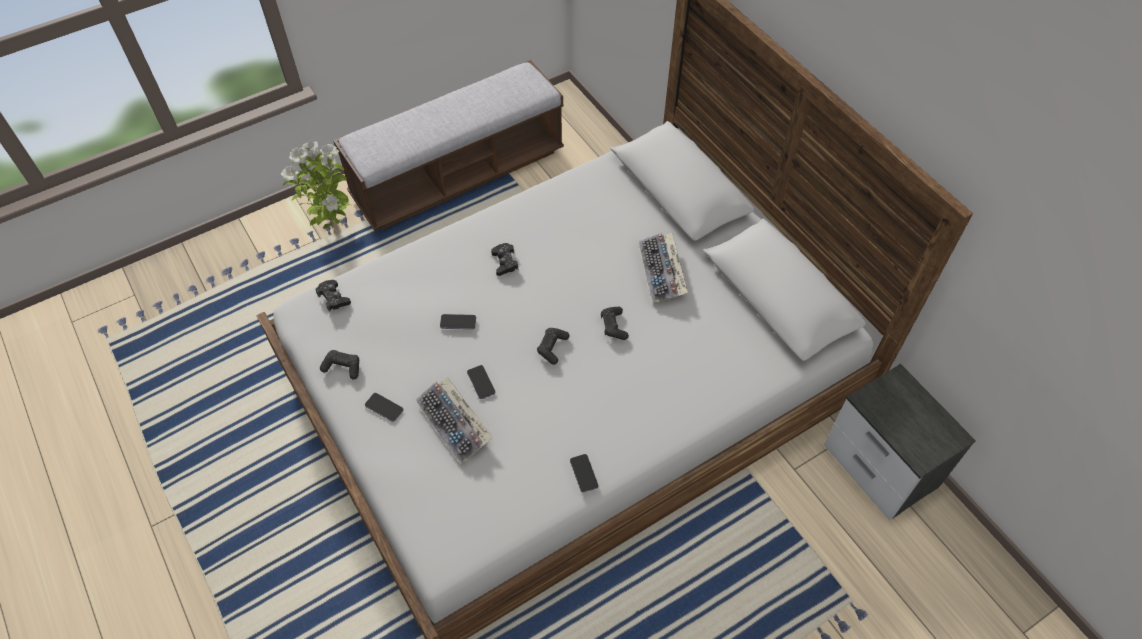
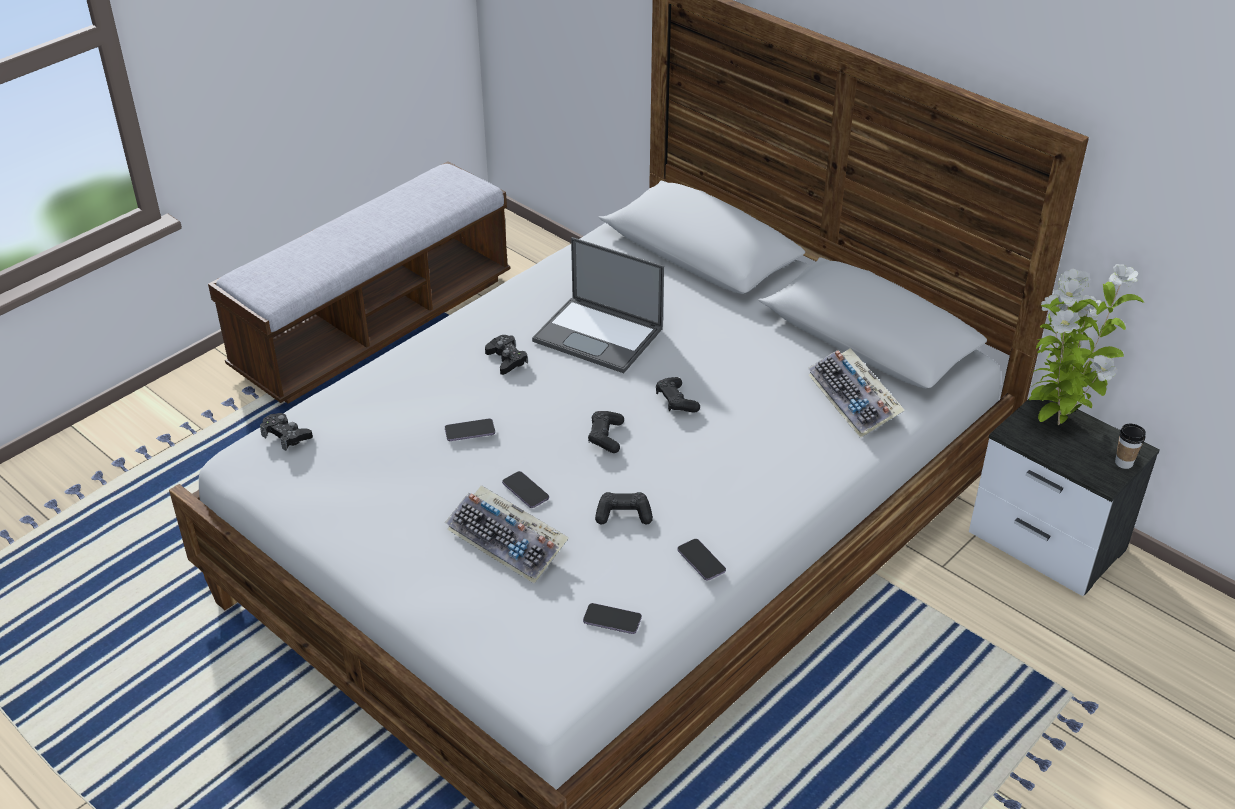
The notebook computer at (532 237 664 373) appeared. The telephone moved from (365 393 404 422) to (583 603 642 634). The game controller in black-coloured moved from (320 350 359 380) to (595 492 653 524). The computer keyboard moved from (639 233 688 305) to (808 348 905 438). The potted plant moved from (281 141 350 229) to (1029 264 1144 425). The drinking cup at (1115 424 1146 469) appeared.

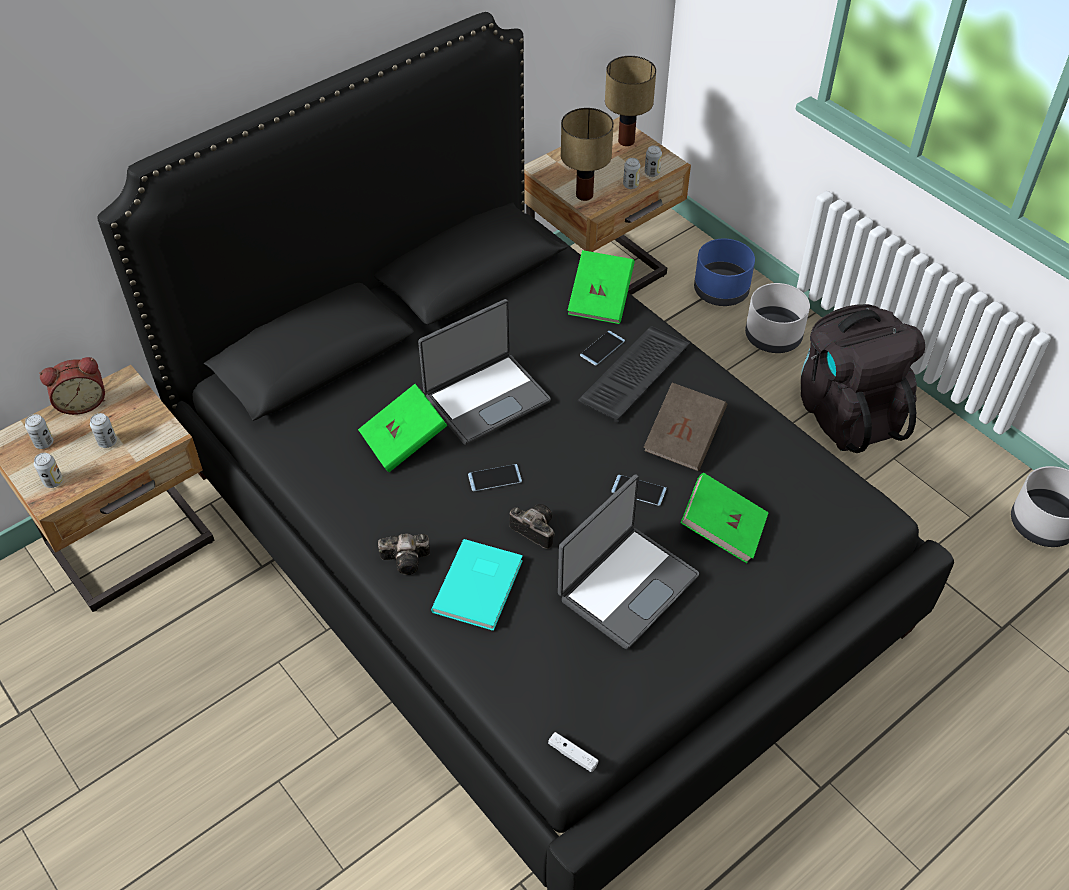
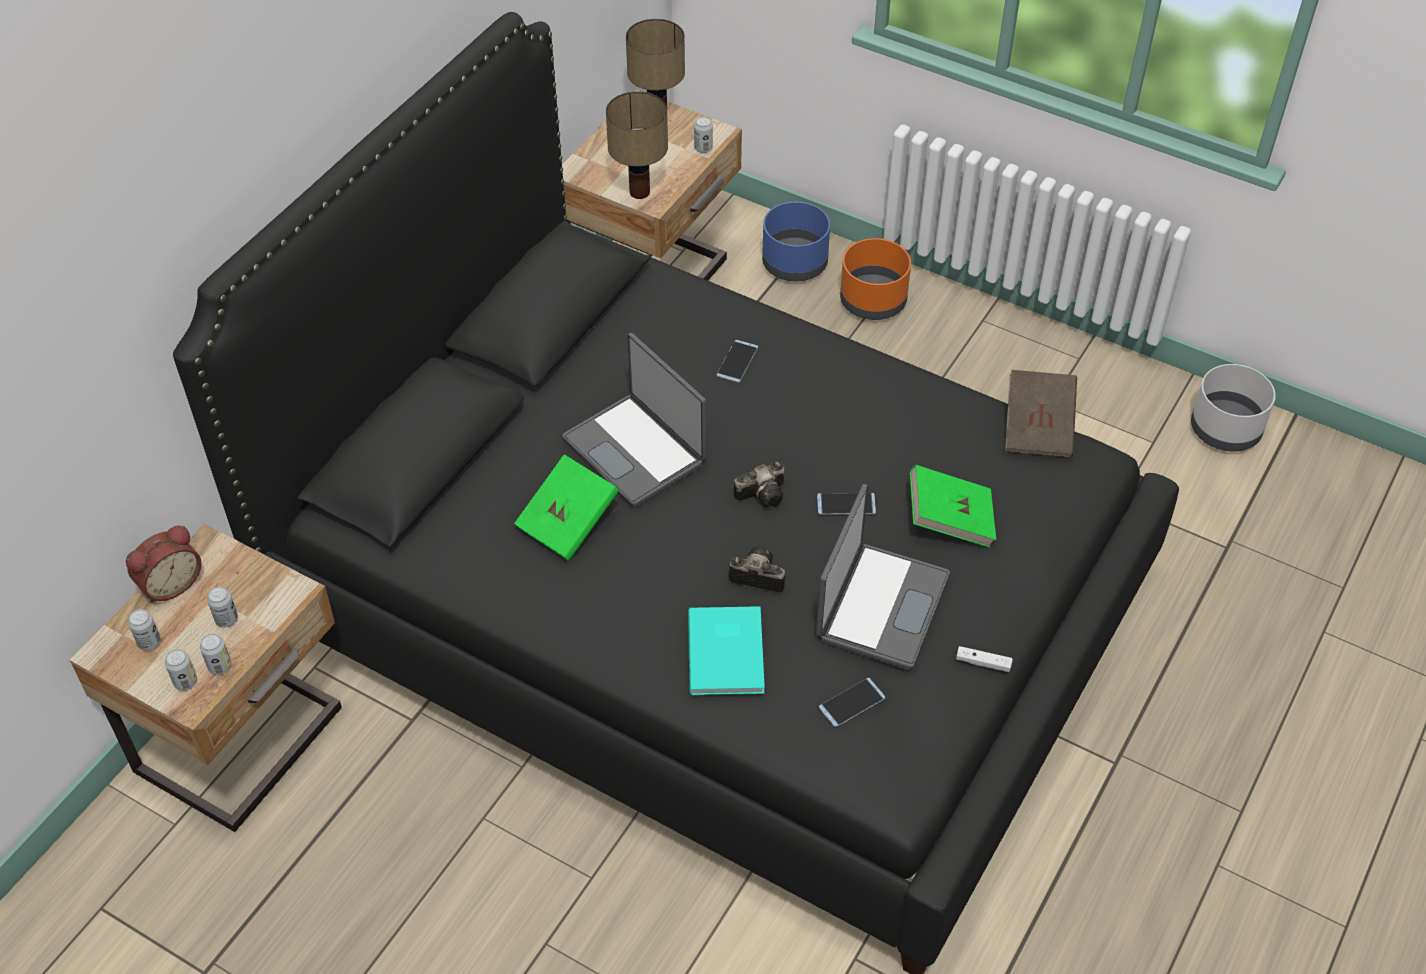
The metal can moved from (623 158 640 189) to (200 634 232 675). The notebook computer at (418 299 551 445) turned 105 degrees clockwise. The still camera moved from (378 533 430 575) to (734 461 785 508). The telephone moved from (468 464 522 491) to (819 678 885 727). The plant pot in grey at (745 283 810 353) became the plant pot in orange-coloured at (840 238 911 320). The game controller in white-coloured moved from (548 732 599 772) to (956 646 1013 672). The volume in brownish moved from (643 383 727 471) to (1005 370 1077 457). The volume in greenish at (567 250 635 324) disappeared. The computer keyboard at (578 326 690 423) disappeared. The backpack in black-coloured at (801 304 925 453) disappeared.

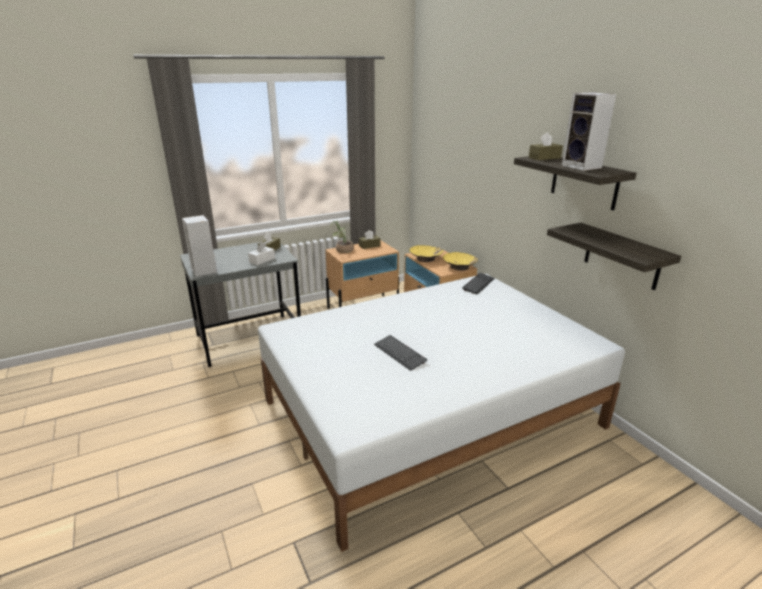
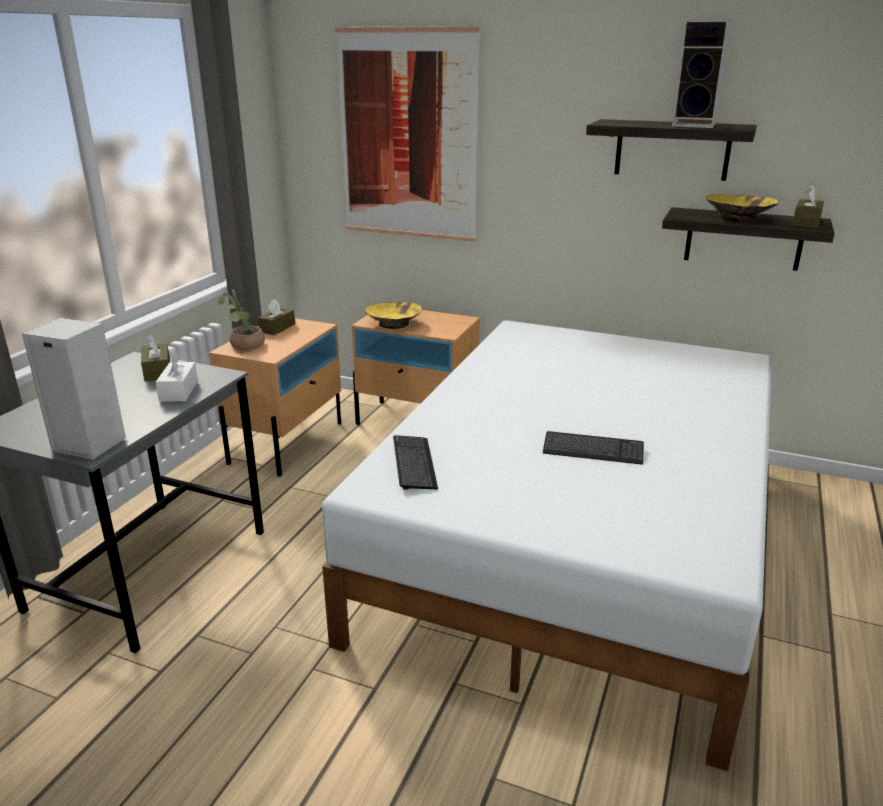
The wall picture at (335 26 479 242) appeared. The computer keyboard moved from (462 273 495 295) to (393 435 438 490). The bowl in yellow-coloured moved from (443 252 478 270) to (706 195 779 222). The tissue box in brownish moved from (529 132 563 160) to (793 185 824 228).

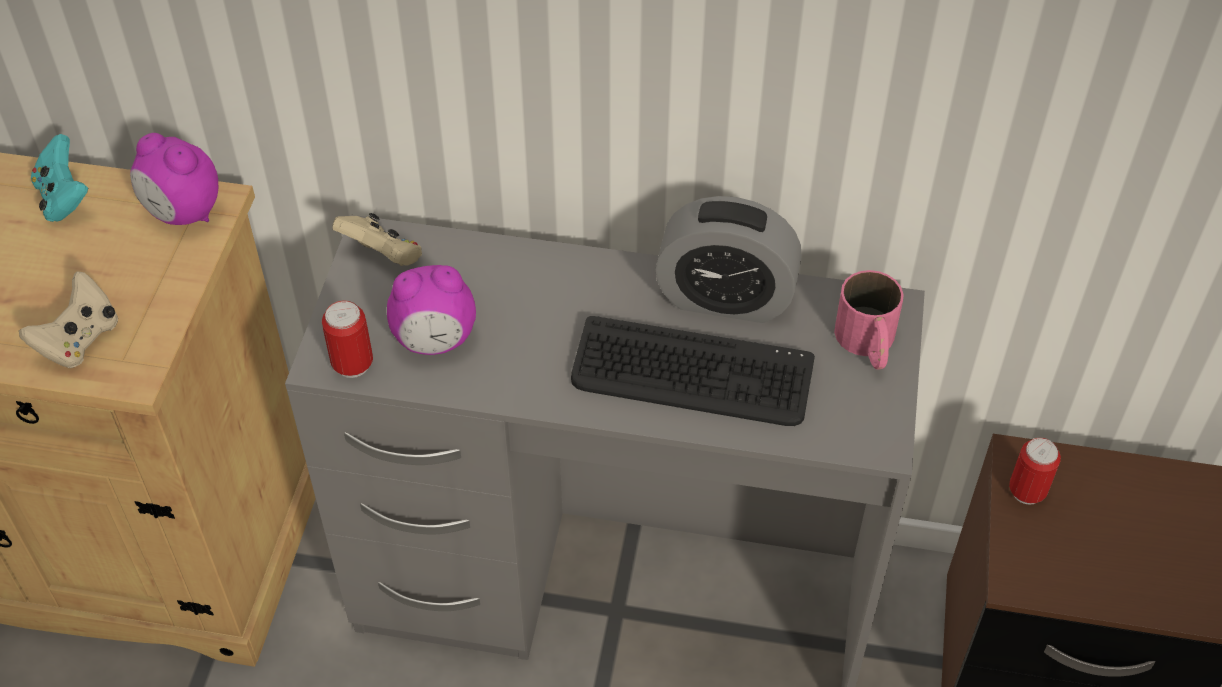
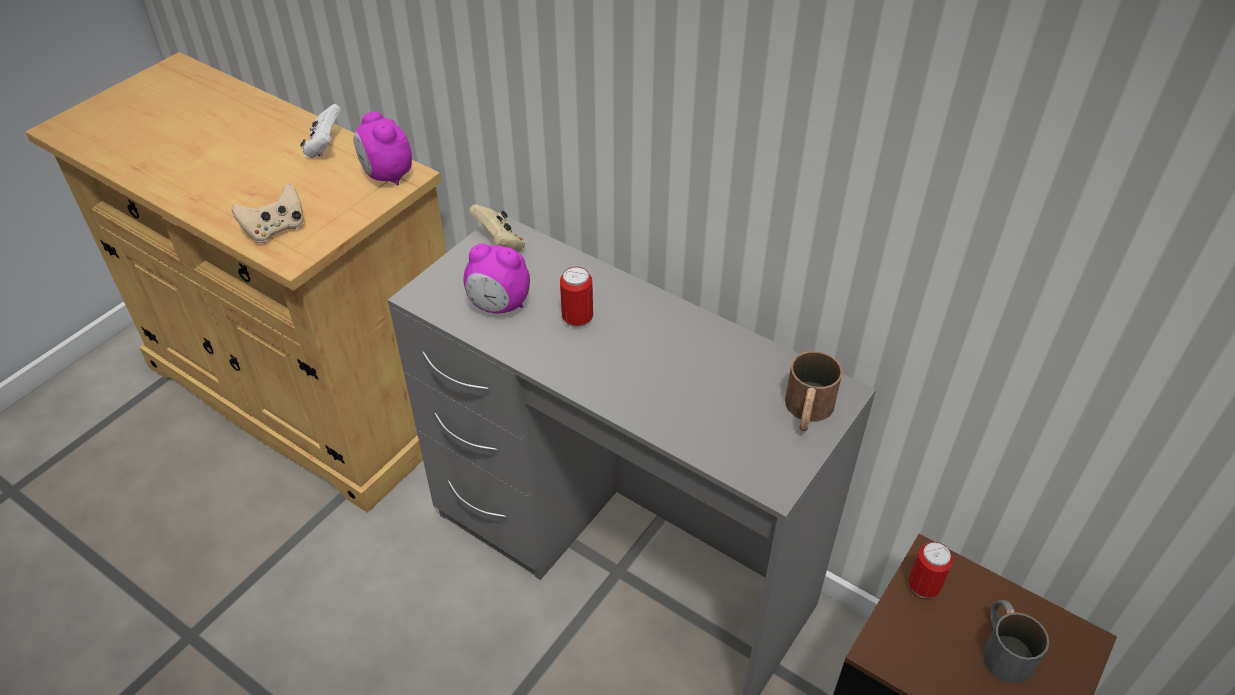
The game controller in blue-green at (31 134 88 222) became the game controller in white-coloured at (300 104 341 158). The metal can moved from (322 300 373 378) to (560 267 593 328). The coffee mug in pinkish at (834 270 904 370) became the coffee mug in brownish at (785 351 843 431). The coffee mug in grey at (983 600 1049 684) appeared. The computer keyboard at (571 316 815 426) disappeared. The alarm clock at (655 196 802 323) disappeared.

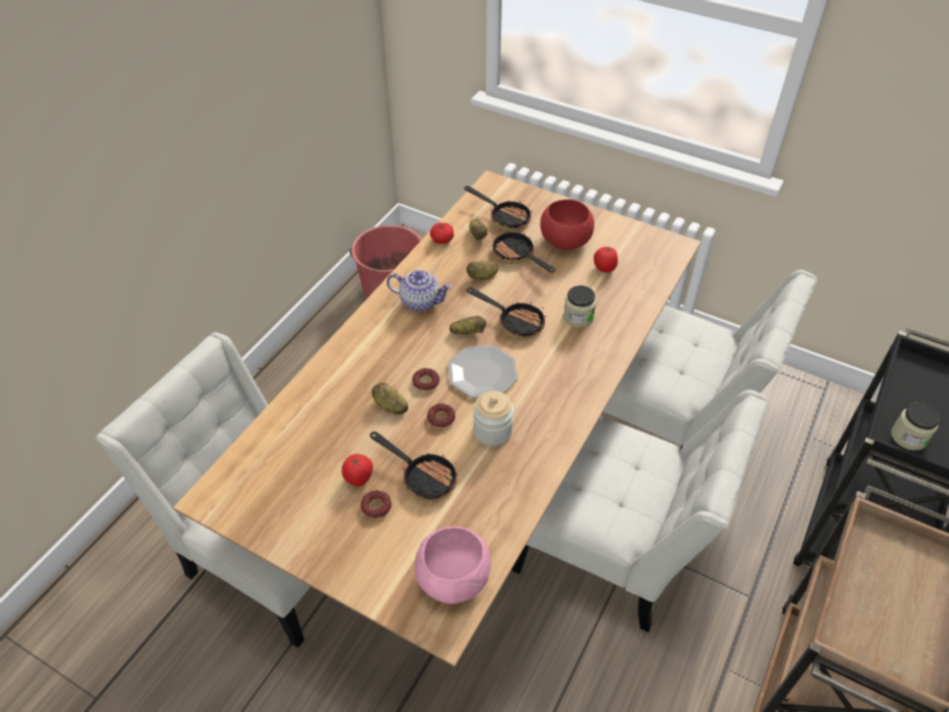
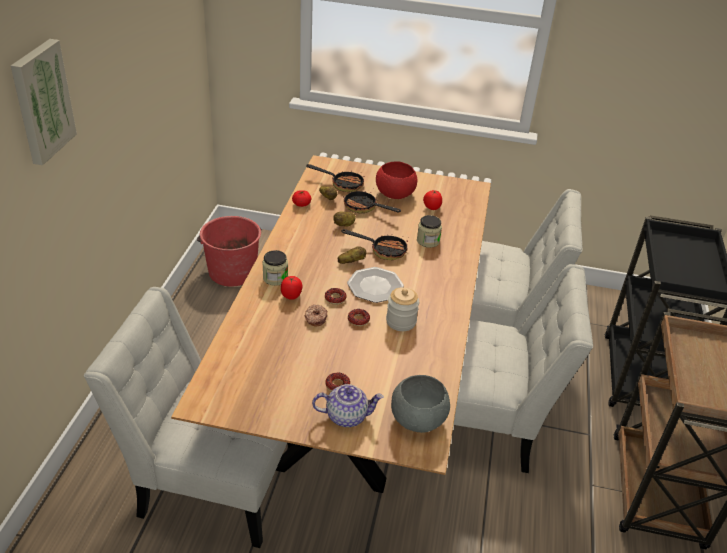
The wall picture at (11 39 77 165) appeared. The preserve jar moved from (891 402 940 451) to (263 250 288 286). The tomato moved from (342 454 373 486) to (281 276 303 300). The whole potato at (372 383 408 414) was replaced by the ring doughnut at (305 305 328 326). The pot for tea moved from (387 270 452 311) to (312 384 383 427). The bowl in pinkish at (415 526 491 604) became the bowl in grey at (391 375 450 433). The frying pan at (370 432 458 502) disappeared.

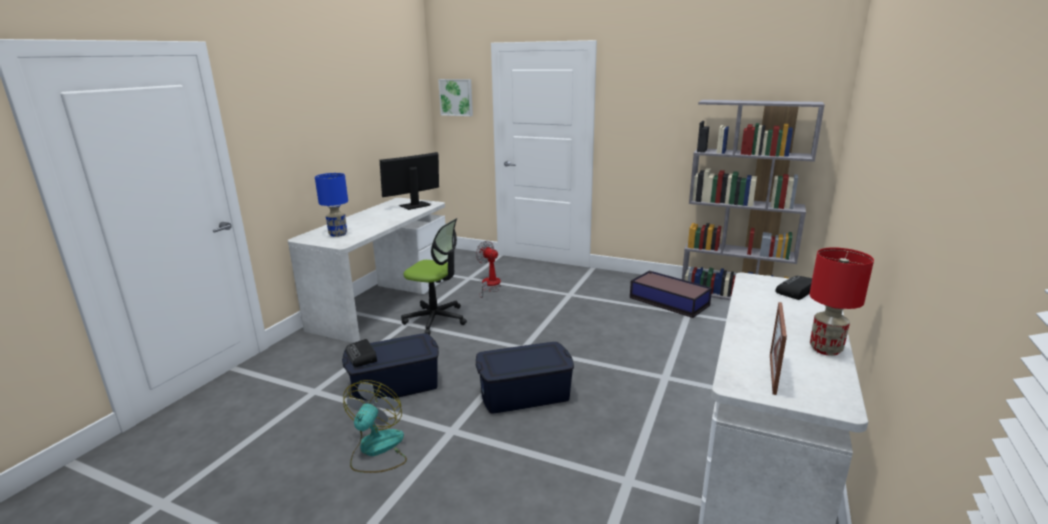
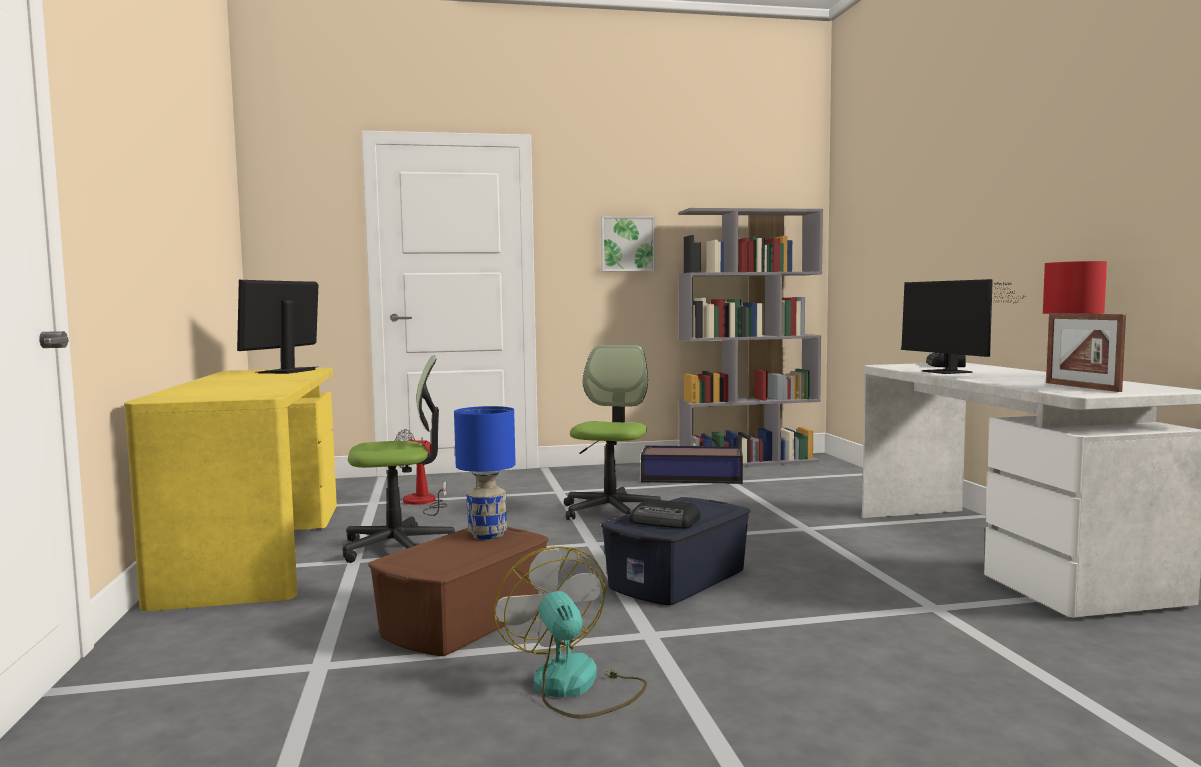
The desk unit in white-coloured at (288 198 445 343) became the desk unit in yellow-coloured at (124 368 337 611). The storage container in bluish at (342 333 439 401) became the storage container in brownish at (368 527 549 656). The tabletop lamp in bluish moved from (315 173 348 237) to (454 406 515 540). The desk chair at (564 345 661 520) appeared. The wall picture moved from (438 79 473 116) to (601 216 655 271). The radio set moved from (345 339 377 367) to (630 499 700 528). The computer screen at (901 279 1026 374) appeared.

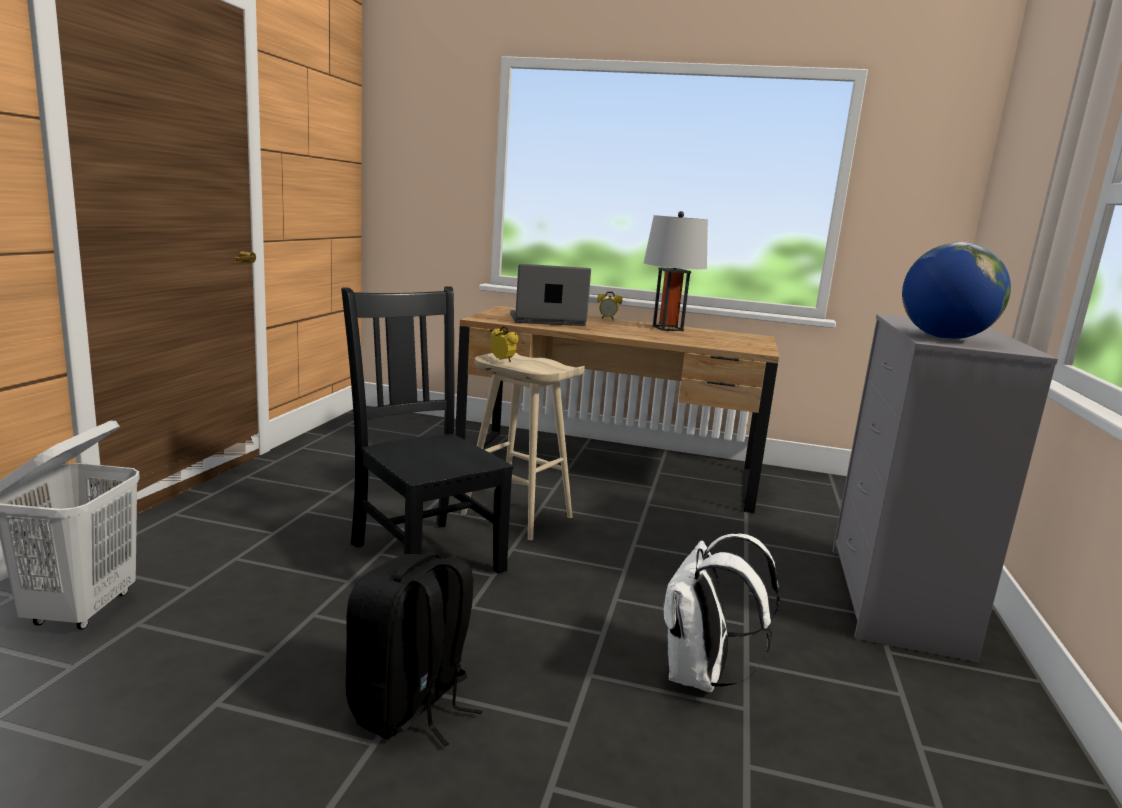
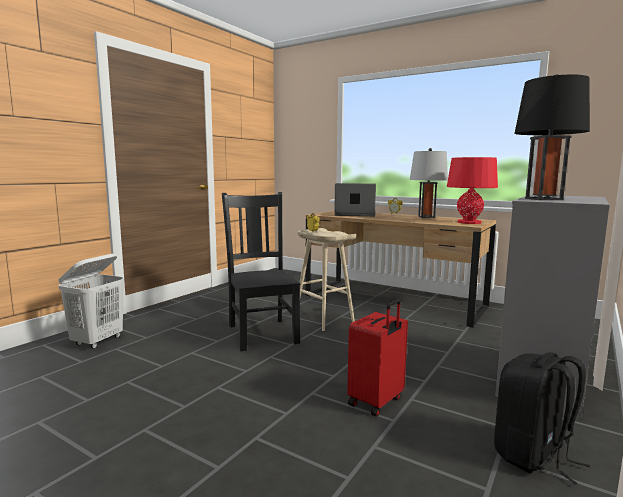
The backpack in white-coloured at (663 533 780 693) was replaced by the travel case in red-coloured at (347 299 408 417). The tabletop lamp in red-coloured at (447 157 498 224) appeared. The backpack in black-coloured moved from (346 552 482 746) to (494 352 590 485). The desk globe at (902 242 1011 339) was replaced by the tabletop lamp in black-coloured at (514 74 590 200).

